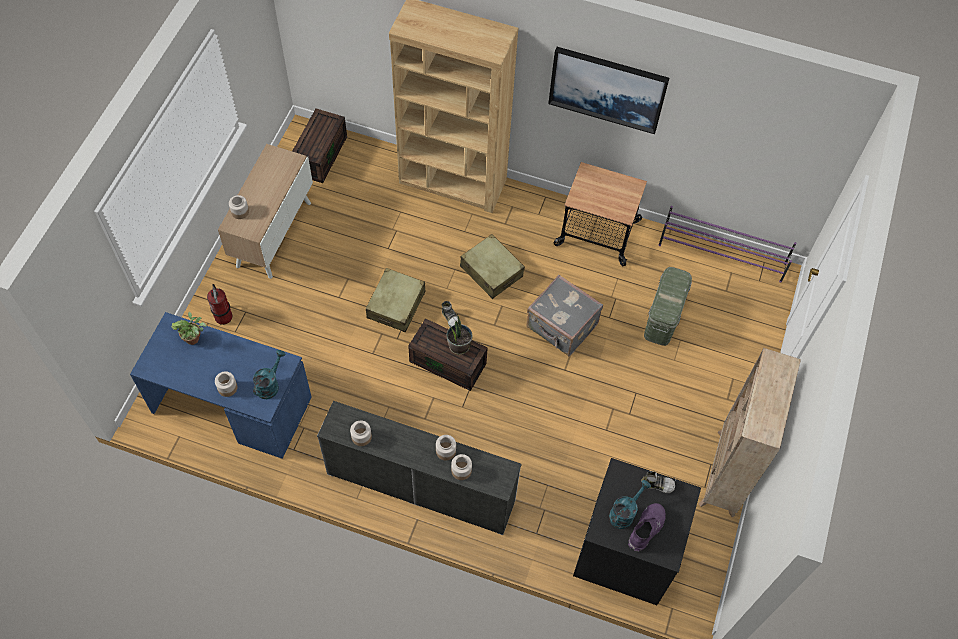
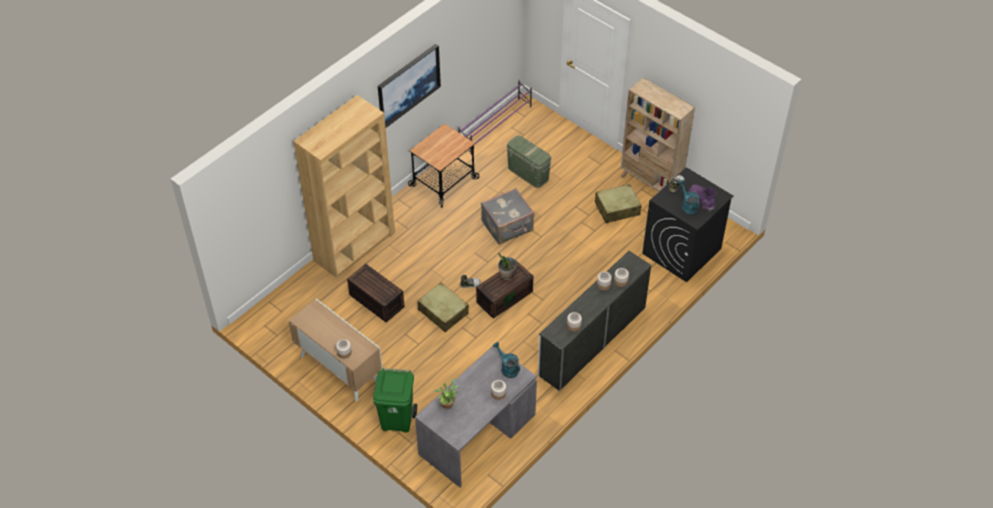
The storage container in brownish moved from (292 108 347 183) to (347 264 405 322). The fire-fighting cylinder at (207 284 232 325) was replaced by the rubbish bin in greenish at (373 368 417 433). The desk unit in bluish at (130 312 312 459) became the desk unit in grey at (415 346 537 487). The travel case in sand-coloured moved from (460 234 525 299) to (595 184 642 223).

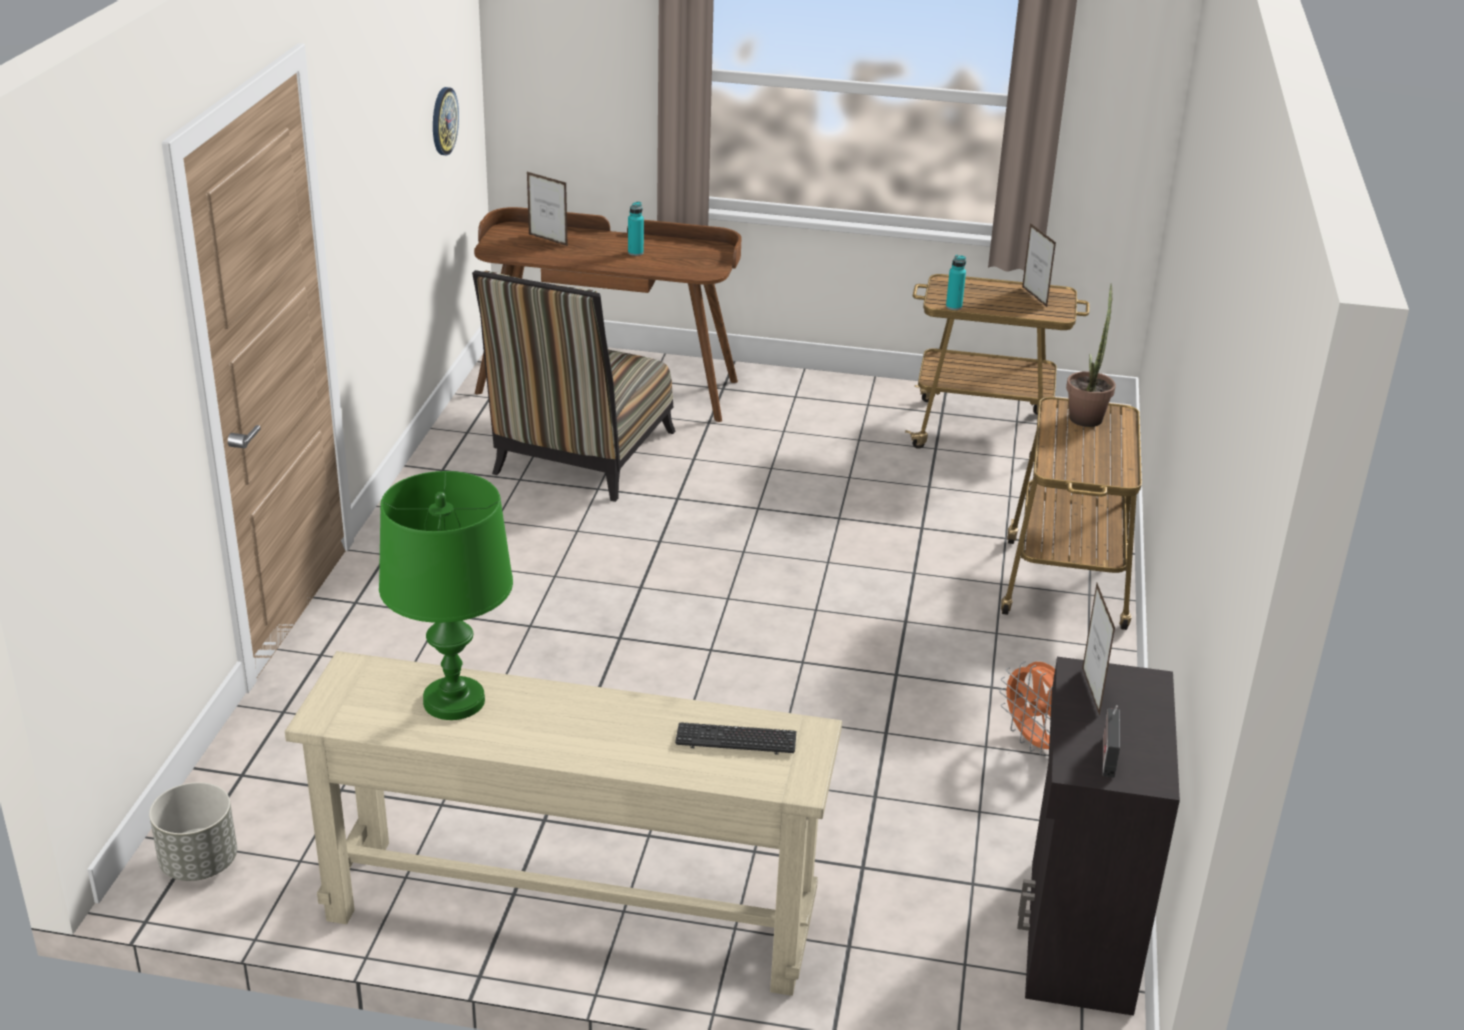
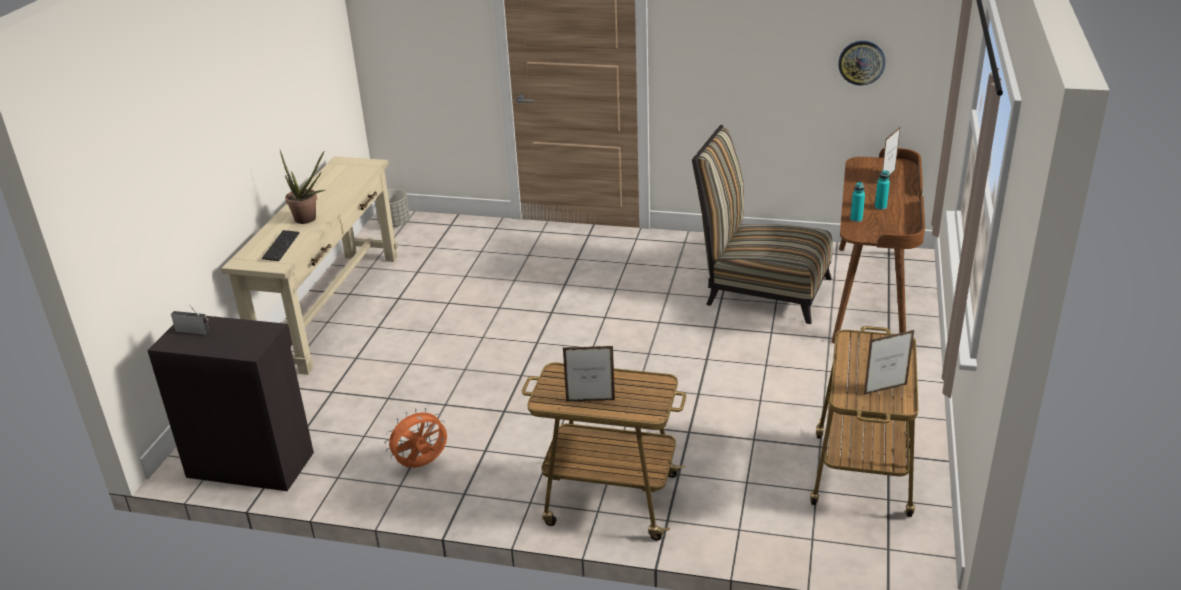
The potted plant moved from (1066 284 1116 427) to (280 150 325 224). The standing frame moved from (1082 583 1115 716) to (563 346 615 402). The drink bottle in blue-green moved from (946 255 966 310) to (850 182 865 222). The tabletop lamp in greenish at (379 471 513 720) disappeared.

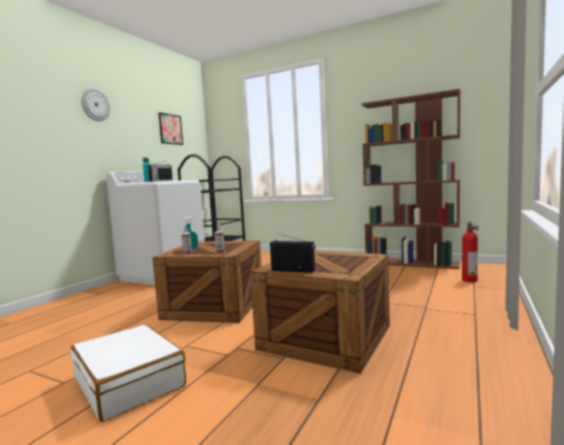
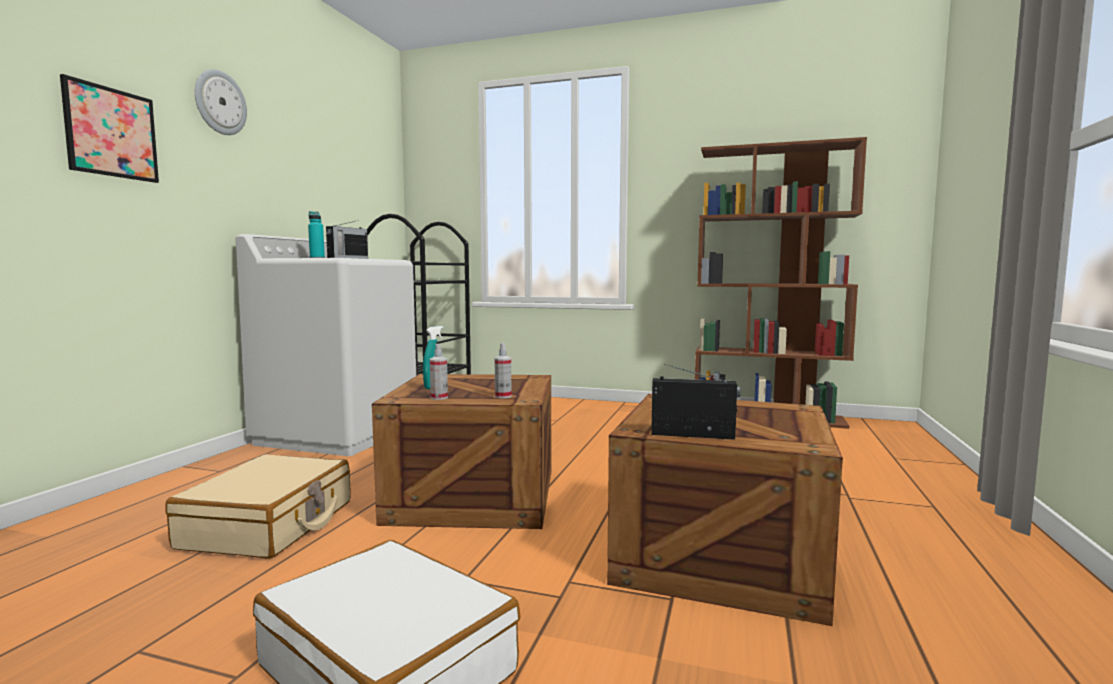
The wall picture moved from (158 112 183 145) to (60 74 159 183). The travel case in sand-coloured at (166 454 351 559) appeared. The fire-fighting cylinder at (462 221 478 282) disappeared.

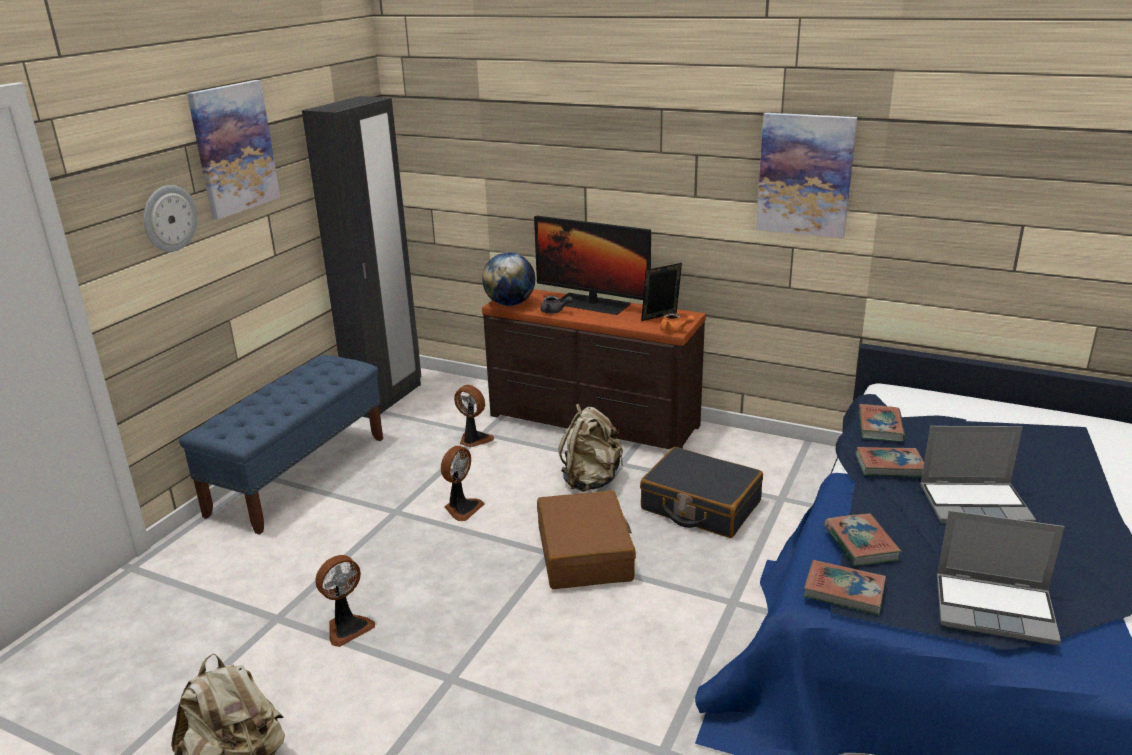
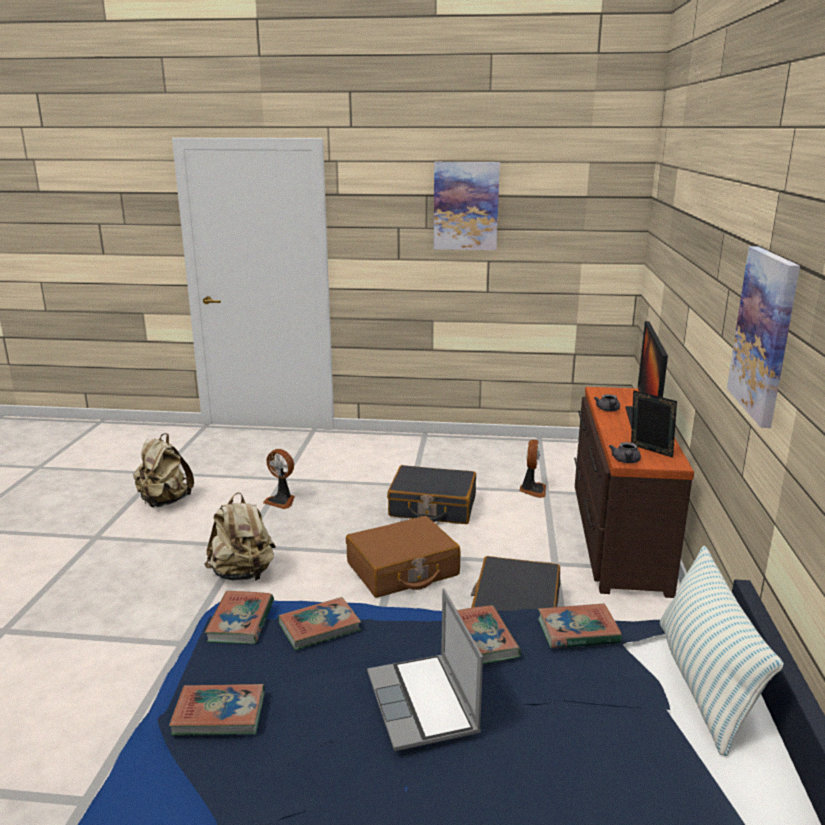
The notebook computer at (937 510 1064 645) was replaced by the volume at (169 684 265 735). The backpack in sand-coloured moved from (558 404 623 492) to (205 492 276 581). The electric fan at (441 446 484 521) was replaced by the travel case in black-coloured at (387 465 476 524). The pot for tea in orange-coloured at (660 313 695 332) became the pot for tea in grey at (609 442 641 463). The pillow at (660 546 784 756) appeared. The clock on the wall at (143 185 197 252) disappeared. The long seat in bluish at (179 355 383 535) disappeared. The wardrobe in black-coloured at (302 96 421 418) disappeared. The desk globe at (482 252 535 306) disappeared.

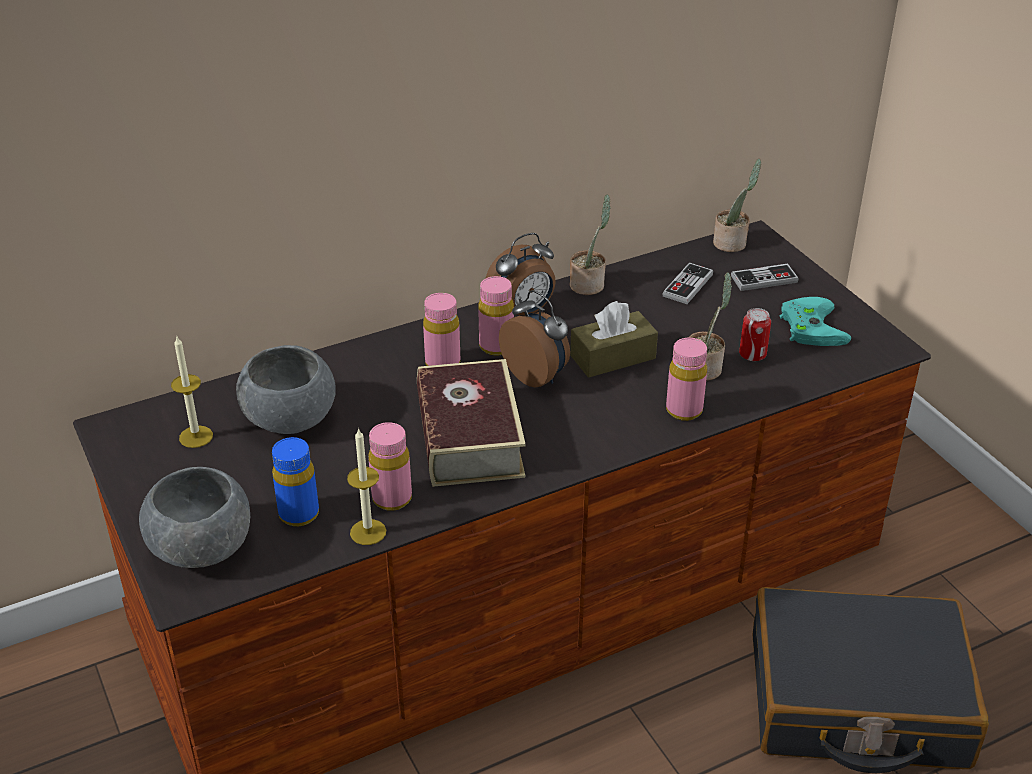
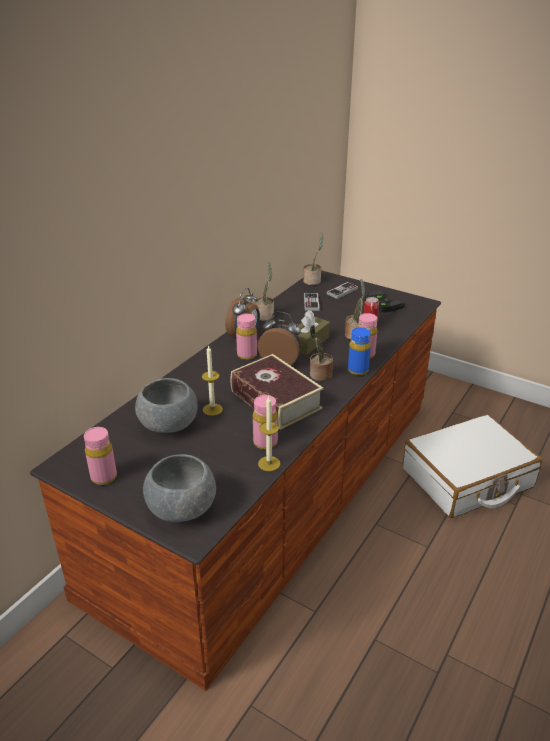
The drink bottle in pinkish moved from (423 293 460 366) to (84 427 117 485). The wax candle moved from (171 335 213 448) to (202 345 223 416). The potted plant at (310 325 333 381) appeared. The drink bottle in bluish moved from (272 437 319 526) to (348 327 371 375). The game controller in blue-green at (780 297 851 346) became the game controller in black-coloured at (365 290 405 313). The travel case in black-coloured at (753 587 989 773) became the travel case in white-coloured at (403 414 542 518).

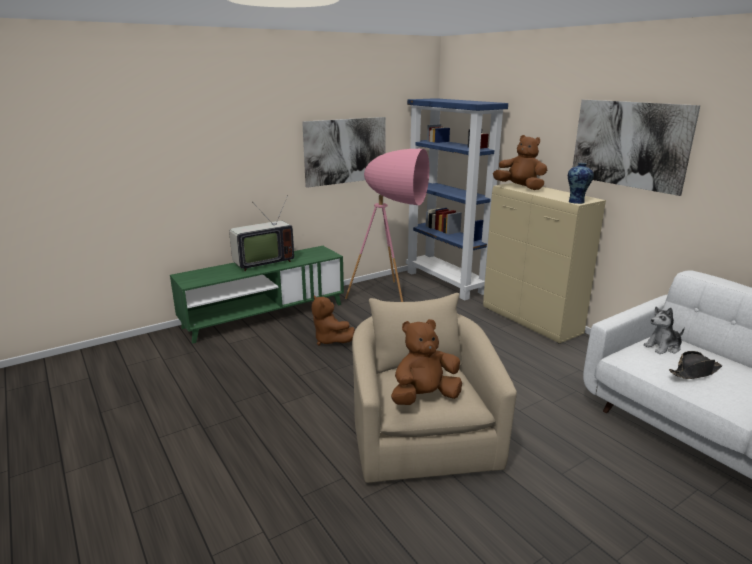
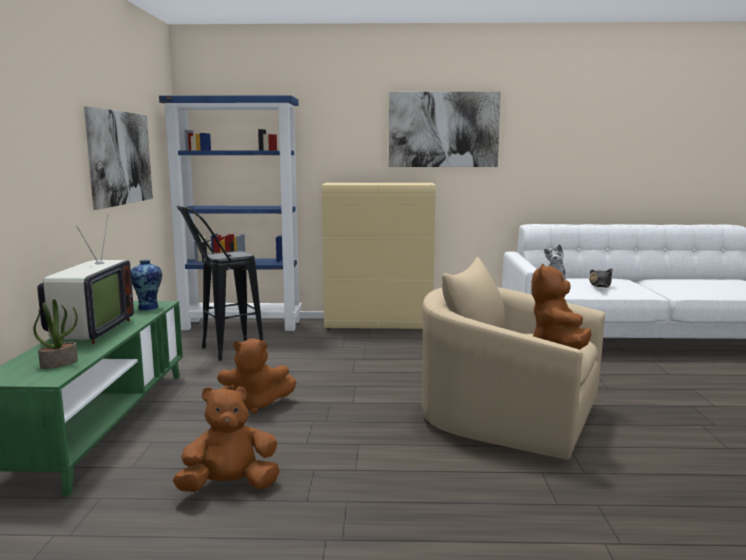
The potted plant at (33 299 78 369) appeared. The decorative vase moved from (568 163 594 204) to (131 260 162 311). The cuddly toy in brownish moved from (493 135 547 190) to (173 387 280 492). The standing lamp in pinkish at (345 149 429 302) was replaced by the stool in black-coloured at (177 205 263 361).

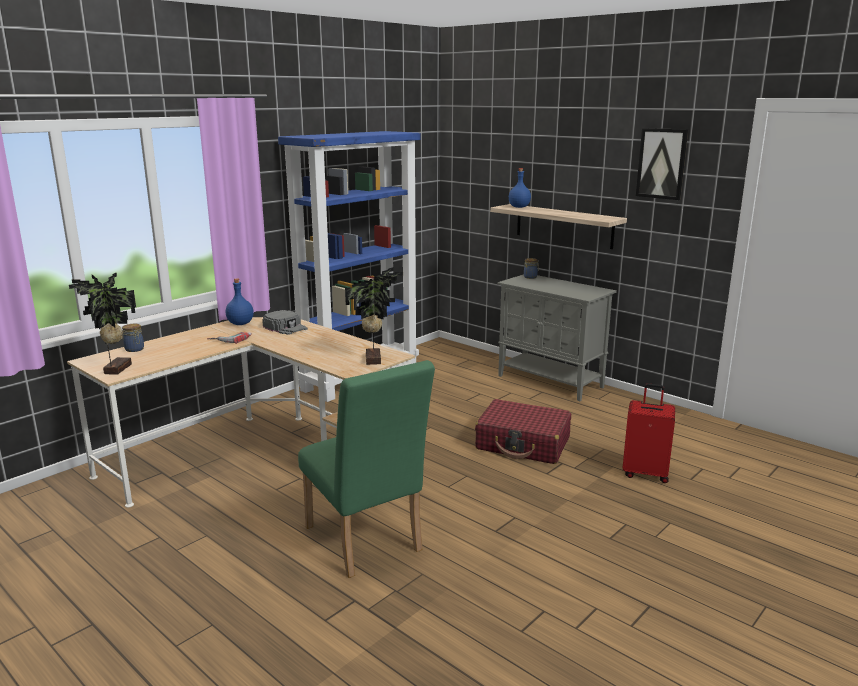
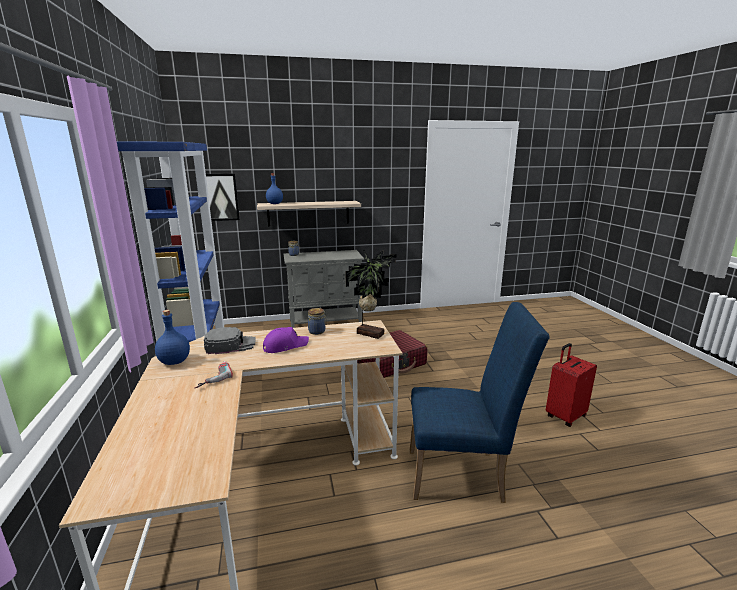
The wall picture moved from (636 128 688 200) to (206 174 240 221). The peaked cap in purple at (263 327 309 353) appeared. The preserve jar moved from (122 324 144 352) to (308 308 327 335). The upright chair in greenish at (298 360 435 578) became the upright chair in bluish at (410 302 550 503). The travel case in red-coloured moved from (623 383 675 483) to (546 343 597 427). The potted plant at (69 273 136 375) disappeared.

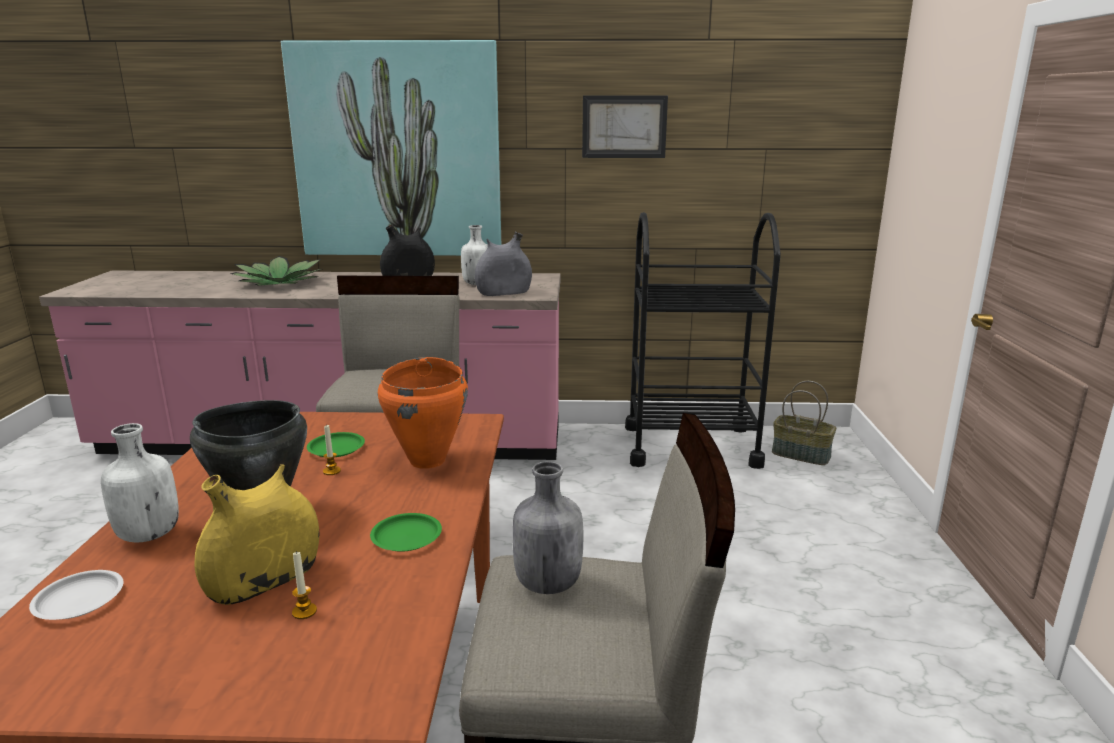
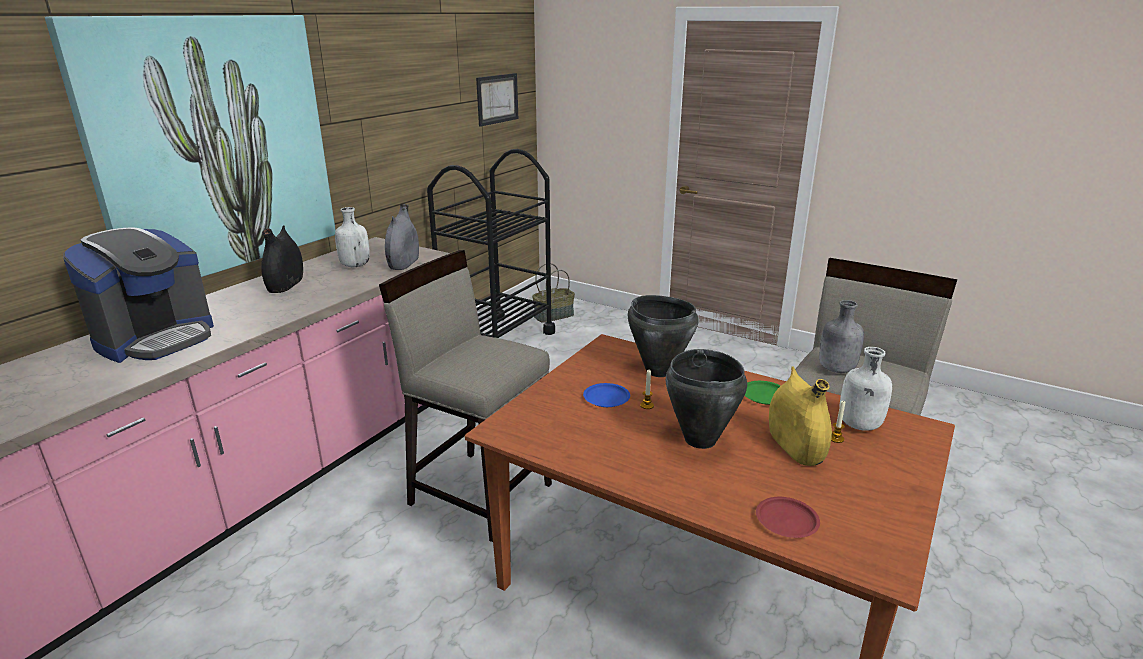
The potted plant at (230 256 321 286) was replaced by the coffee machine at (63 227 214 363). The wall picture moved from (582 96 668 158) to (476 73 518 127). The dinner plate in greenish at (307 432 365 457) became the dinner plate in bluish at (583 383 630 407). The stockpot in orange-coloured at (378 357 468 469) became the stockpot in black-coloured at (628 295 699 377). The dinner plate in white-coloured at (29 570 124 620) became the dinner plate in red-coloured at (756 497 820 538). The drink bottle in white-coloured moved from (101 423 179 542) to (839 347 892 431).

